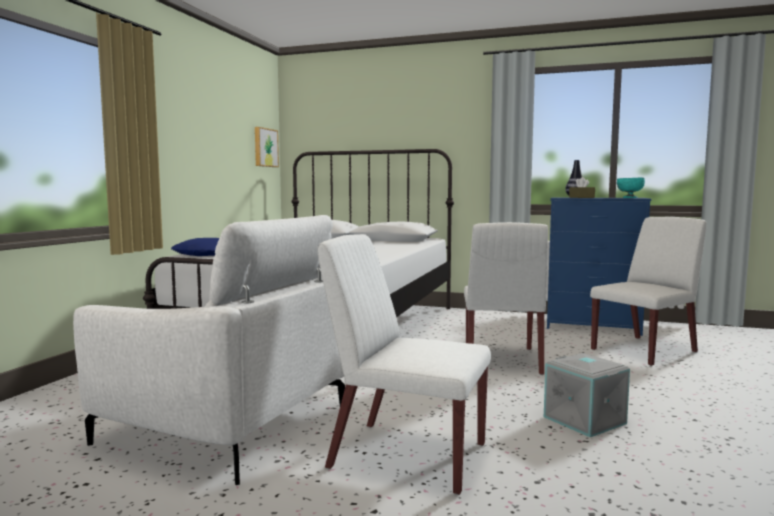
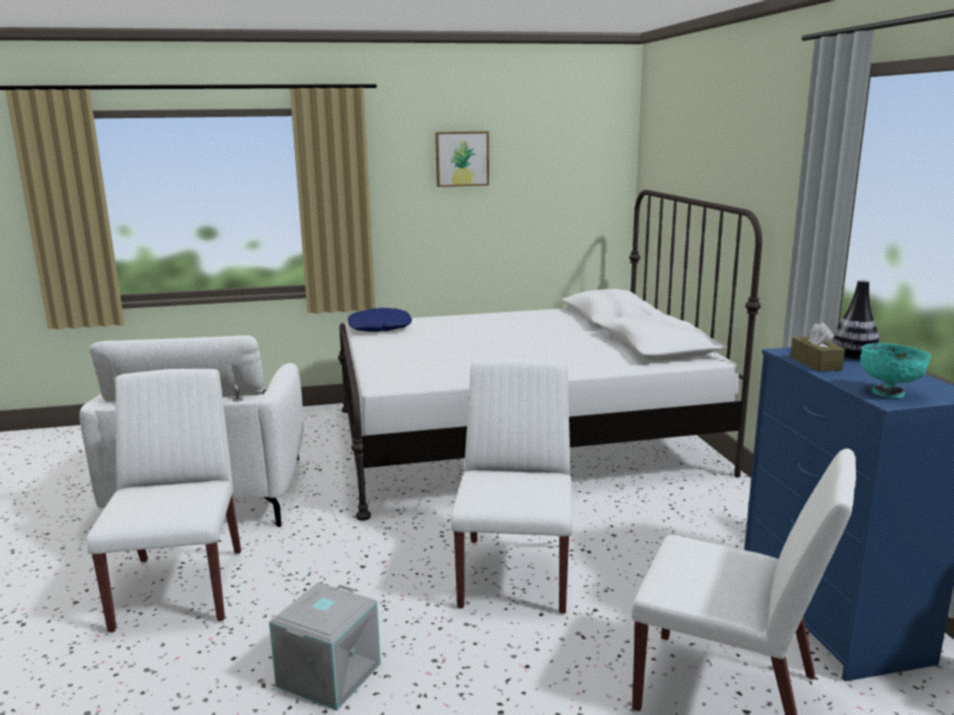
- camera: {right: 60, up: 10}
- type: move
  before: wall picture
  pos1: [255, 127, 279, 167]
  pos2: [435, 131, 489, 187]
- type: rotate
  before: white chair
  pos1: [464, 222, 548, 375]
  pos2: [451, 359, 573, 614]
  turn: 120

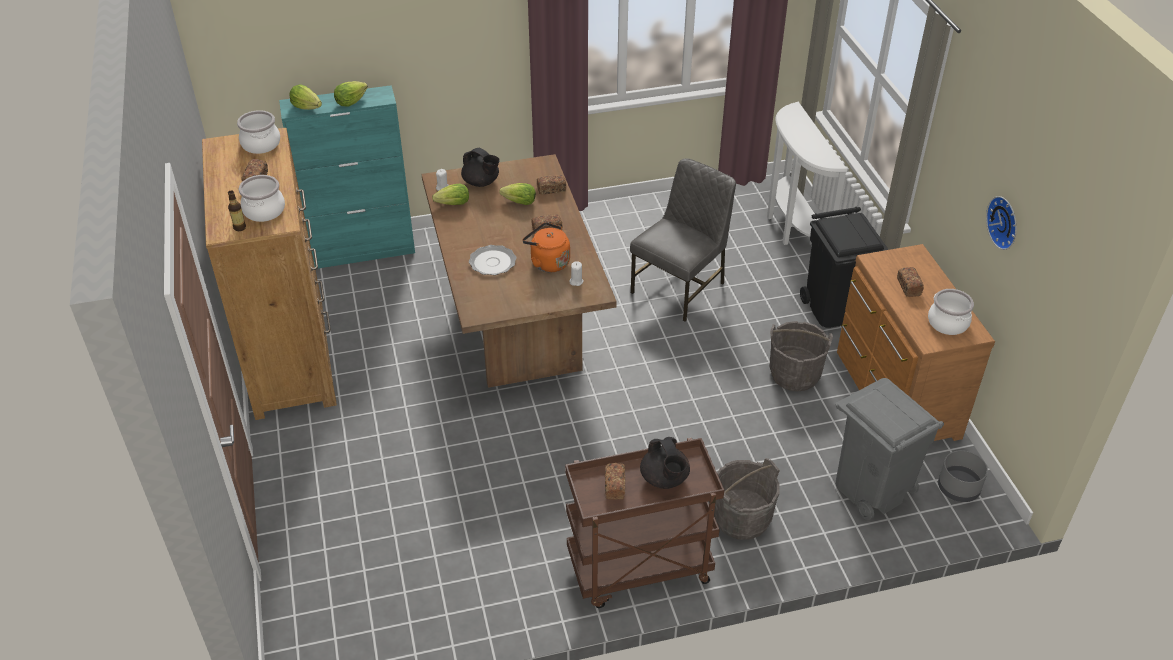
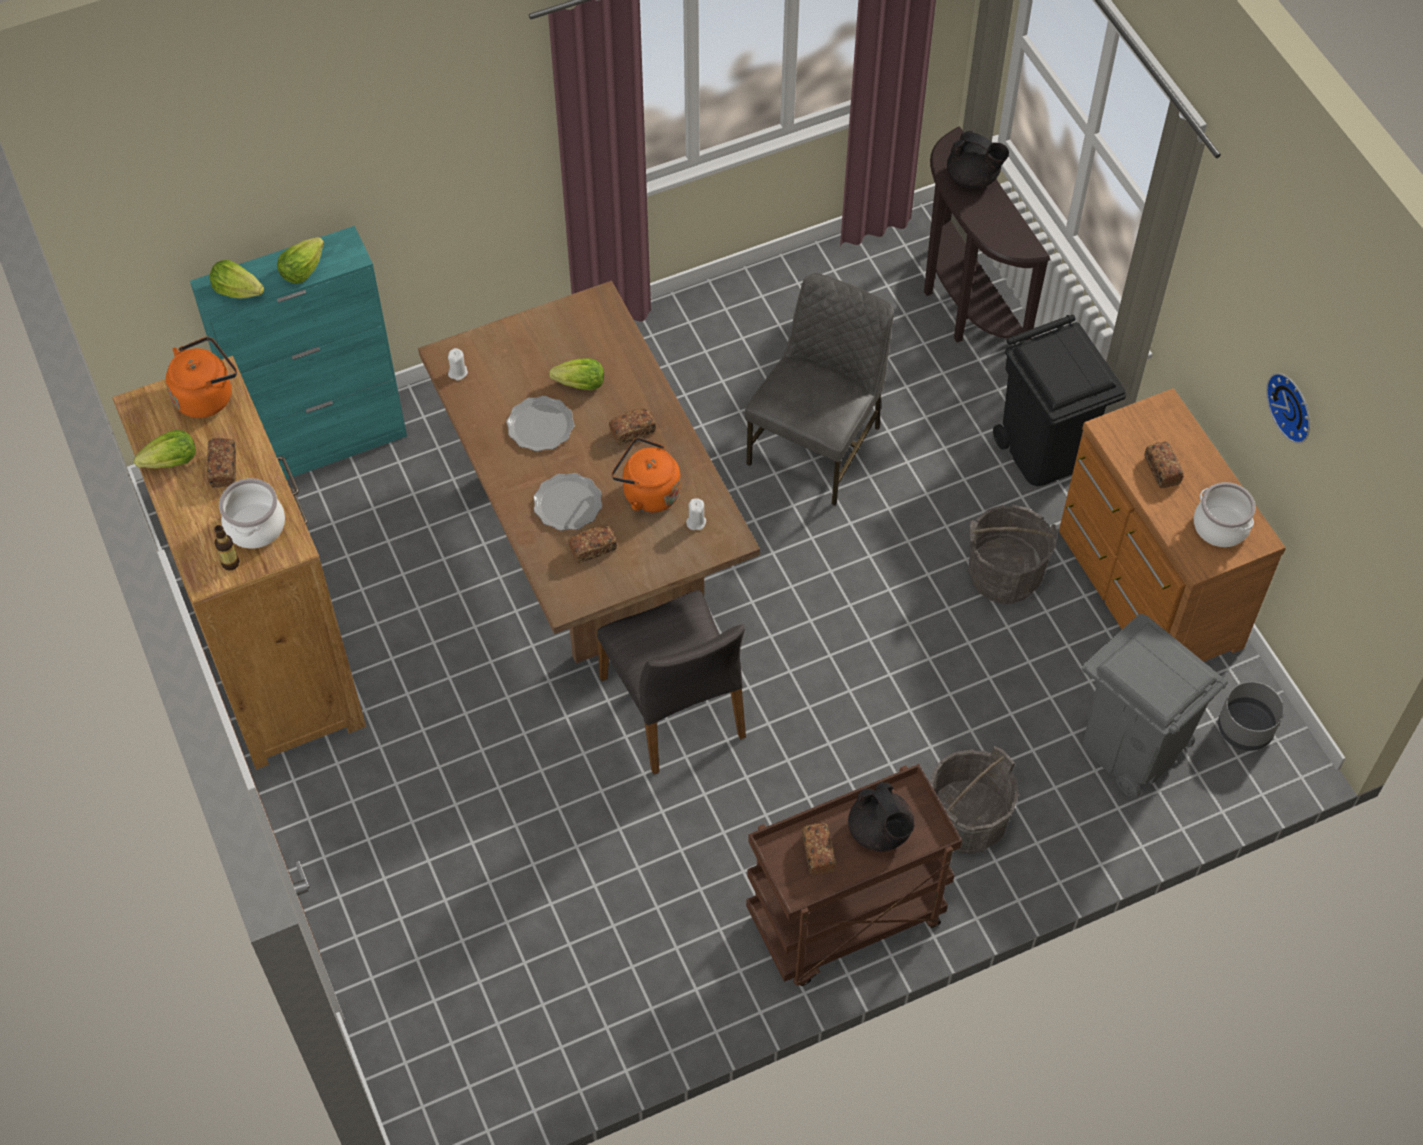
- camera: {right: -10, up: 15}
- type: replace
  before: saucepot
  after: orange tea kettle
  pos1: [237, 110, 280, 154]
  pos2: [166, 337, 237, 418]
- type: move
  before: lettuce head
  pos1: [432, 184, 469, 205]
  pos2: [134, 430, 196, 469]
- type: move
  before: black tea pot
  pos1: [461, 148, 500, 187]
  pos2: [947, 131, 1009, 189]
- type: move
  before: bread
  pos1: [537, 175, 566, 195]
  pos2: [568, 525, 617, 563]
- type: recolor
  before: white narrow table
  after: brownish narrow table
  pos1: [767, 102, 847, 245]
  pos2: [924, 127, 1050, 342]
- type: insert
  after: dinner plate
  pos2: [506, 396, 575, 452]
- type: insert
  after: greyish chair
  pos2: [597, 590, 746, 775]

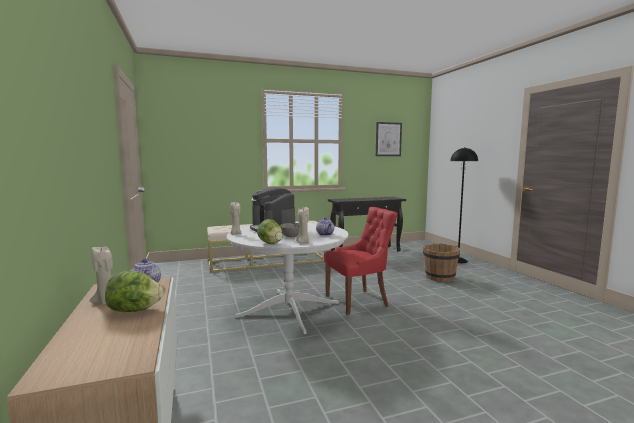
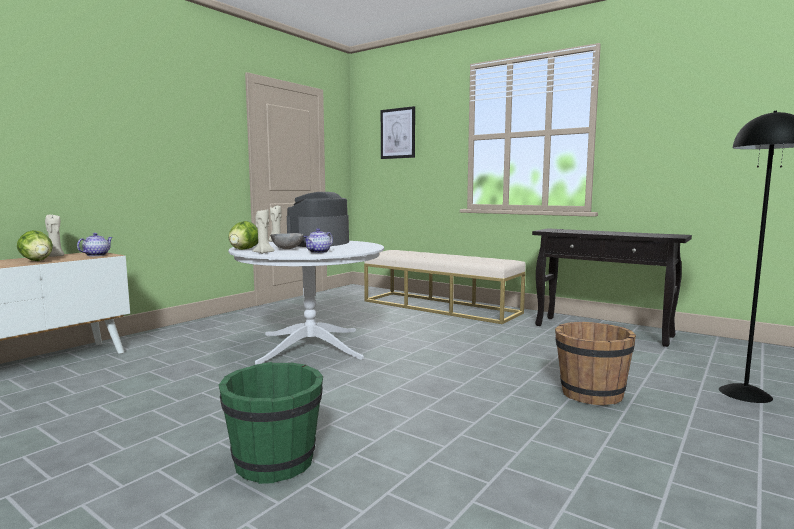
- camera: {right: 55, up: 0}
- type: delete
  before: reddish chair
  pos1: [324, 207, 398, 315]
- type: move
  before: wall picture
  pos1: [376, 122, 402, 156]
  pos2: [381, 106, 415, 159]
- type: insert
  after: green pail
  pos2: [219, 362, 323, 484]

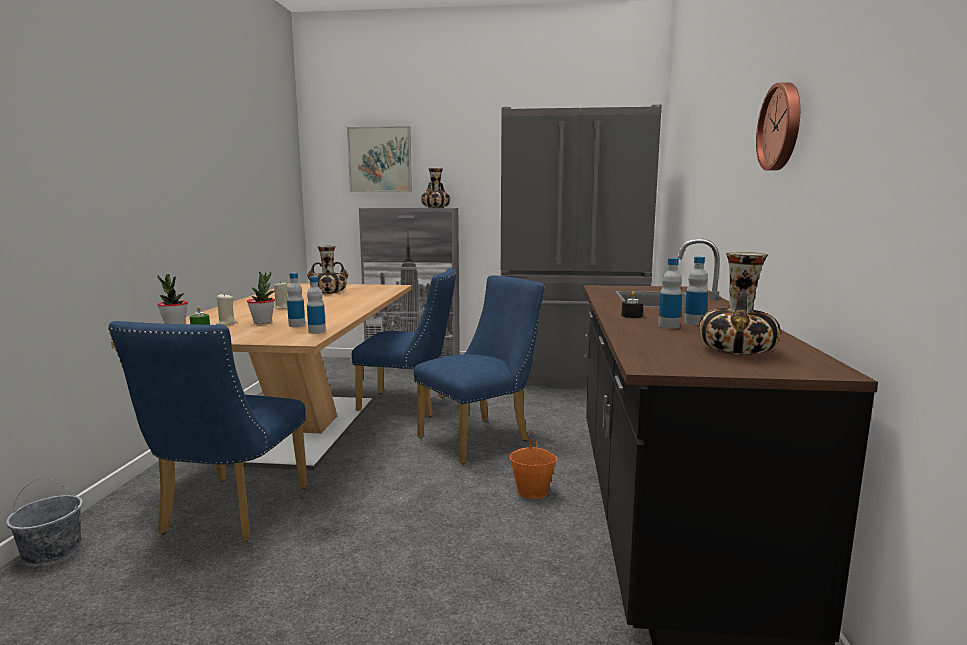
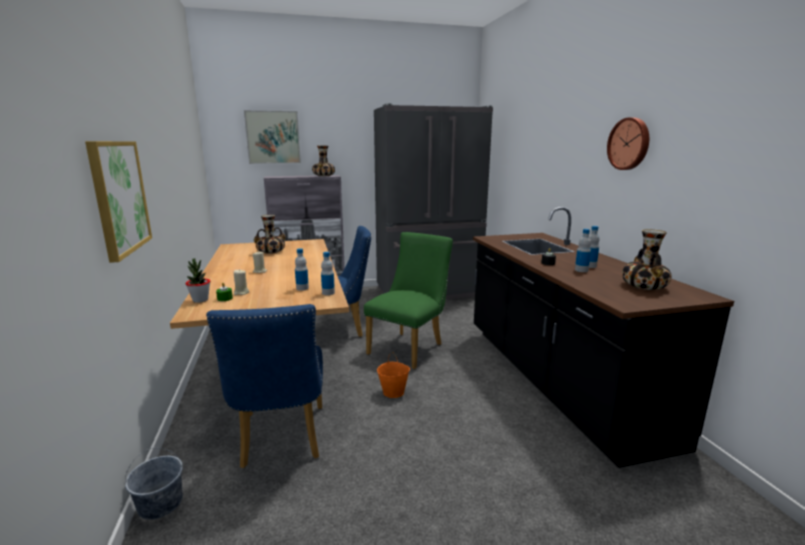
- camera: {right: -20, up: 5}
- type: delete
  before: potted plant
  pos1: [247, 272, 275, 324]
- type: recolor
  before: bluish chair
  after: green chair
  pos1: [414, 275, 545, 464]
  pos2: [364, 232, 453, 369]
- type: move
  before: orange pail
  pos1: [510, 431, 558, 499]
  pos2: [377, 352, 410, 398]
- type: insert
  after: wall picture
  pos2: [85, 141, 152, 263]

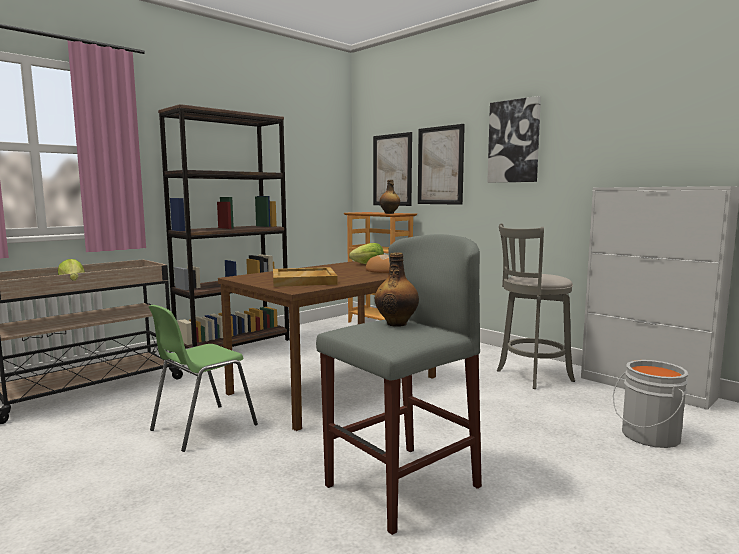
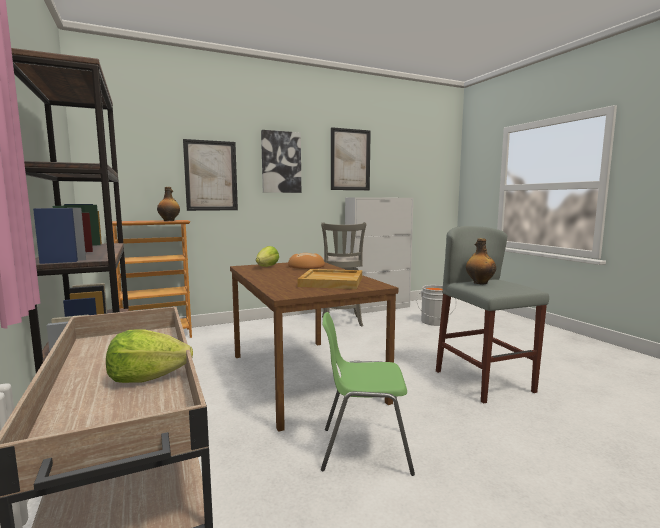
- camera: {right: -70, up: 0}
- type: rotate
  before: green chair
  pos1: [149, 305, 258, 452]
  pos2: [321, 312, 415, 476]
  turn: 120
- type: move
  before: wall picture
  pos1: [373, 132, 412, 206]
  pos2: [331, 127, 371, 190]

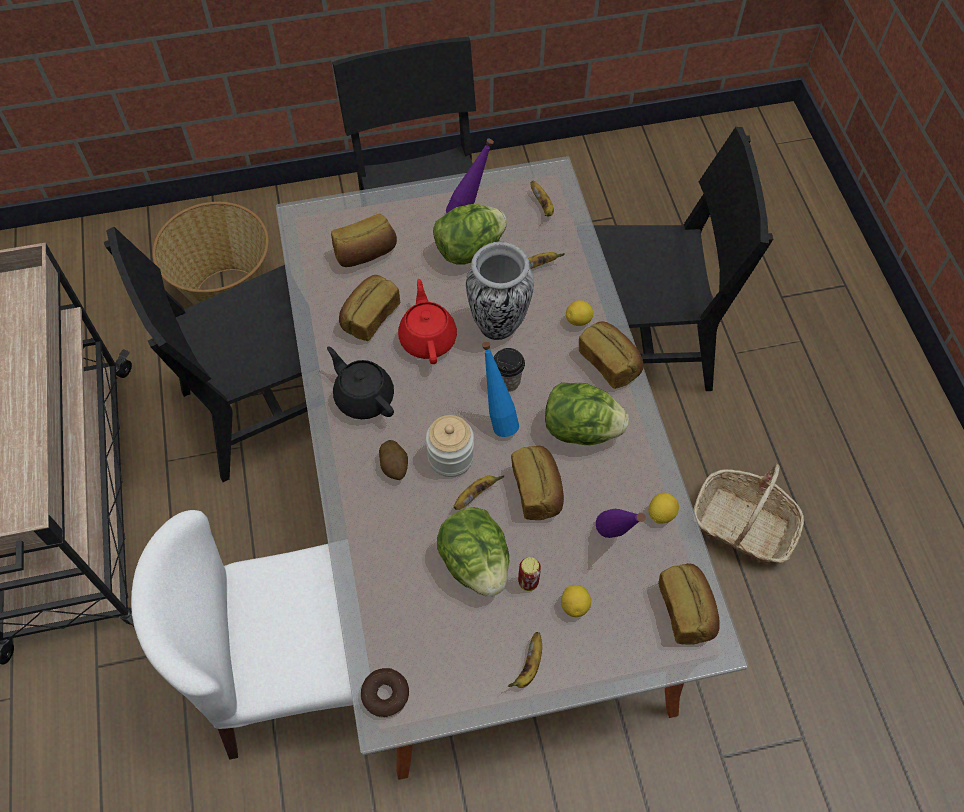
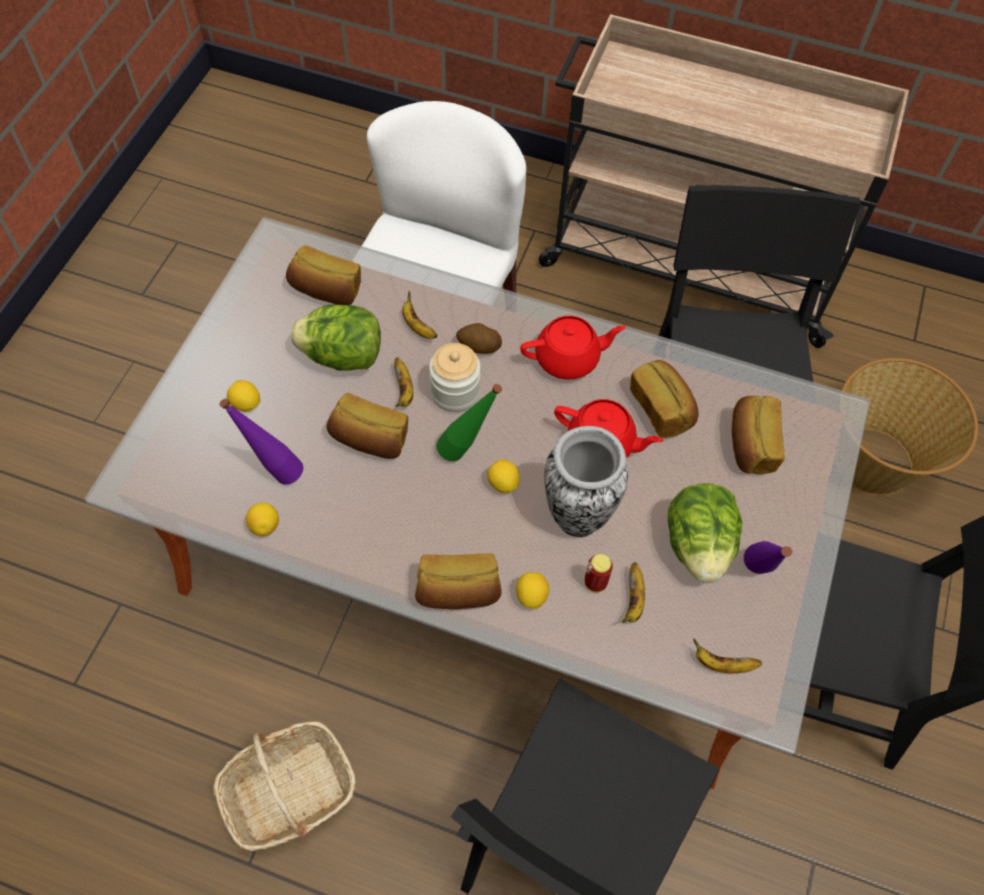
- camera: {right: 120, up: 0}
- type: recolor
  before: black tea pot
  after: reddish tea pot
  pos1: [327, 346, 394, 419]
  pos2: [520, 316, 626, 380]
- type: delete
  before: donut
  pos1: [361, 668, 409, 718]
- type: recolor
  before: bluish drink bottle
  after: green drink bottle
  pos1: [482, 342, 519, 437]
  pos2: [436, 384, 502, 461]
- type: replace
  before: drinking cup
  after: whole lemon
  pos1: [494, 348, 525, 391]
  pos2: [487, 459, 520, 493]
- type: move
  before: whole banana
  pos1: [508, 632, 542, 688]
  pos2: [403, 291, 438, 339]
- type: move
  before: metal can
  pos1: [518, 557, 541, 591]
  pos2: [584, 554, 613, 592]
- type: delete
  before: lettuce head
  pos1: [545, 382, 629, 445]
- type: move
  before: bread
  pos1: [658, 563, 720, 645]
  pos2: [286, 245, 361, 305]

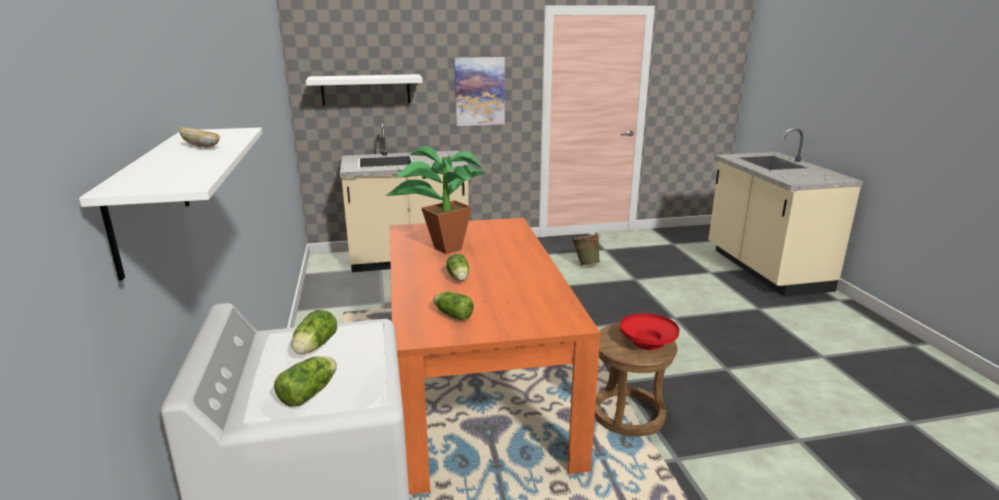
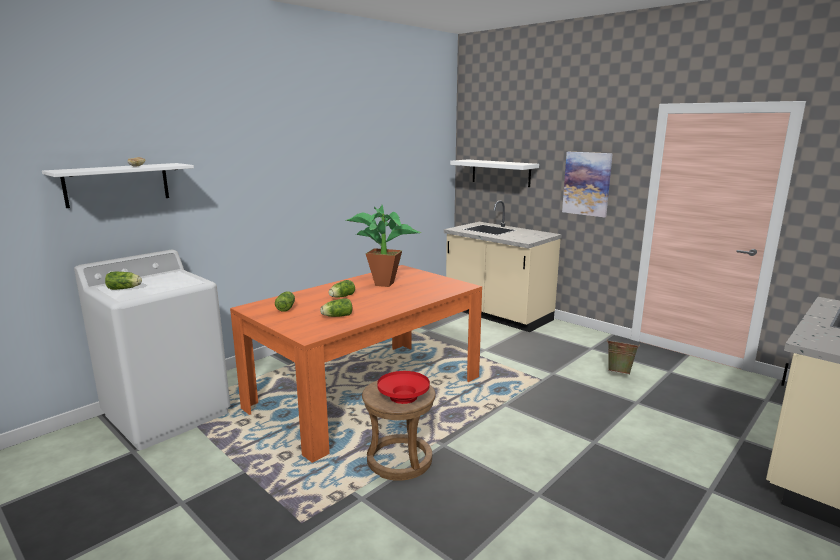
- camera: {right: 55, up: -5}
- type: move
  before: lettuce head
  pos1: [291, 310, 337, 354]
  pos2: [320, 298, 352, 317]

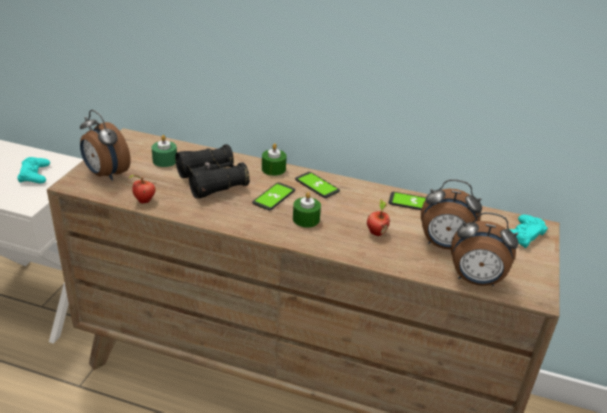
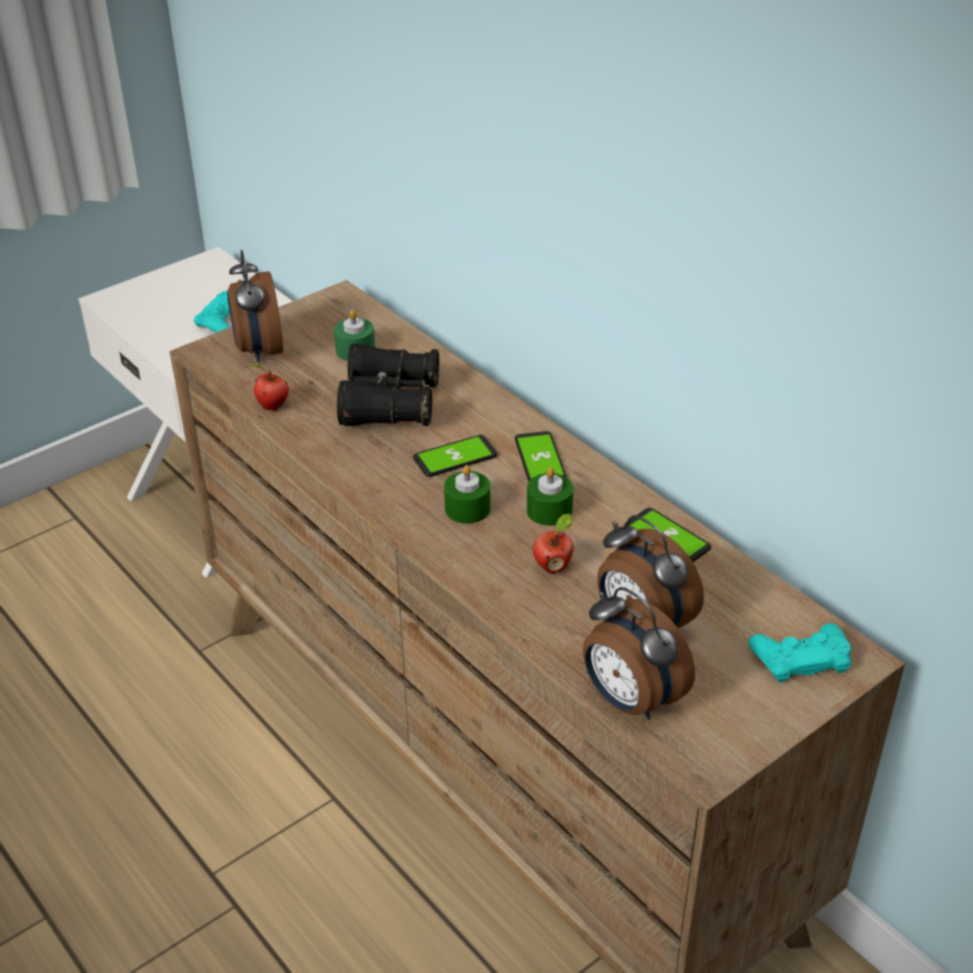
- camera: {right: 35, up: 5}
- type: move
  before: green wax candle
  pos1: [262, 143, 287, 176]
  pos2: [527, 467, 573, 526]

